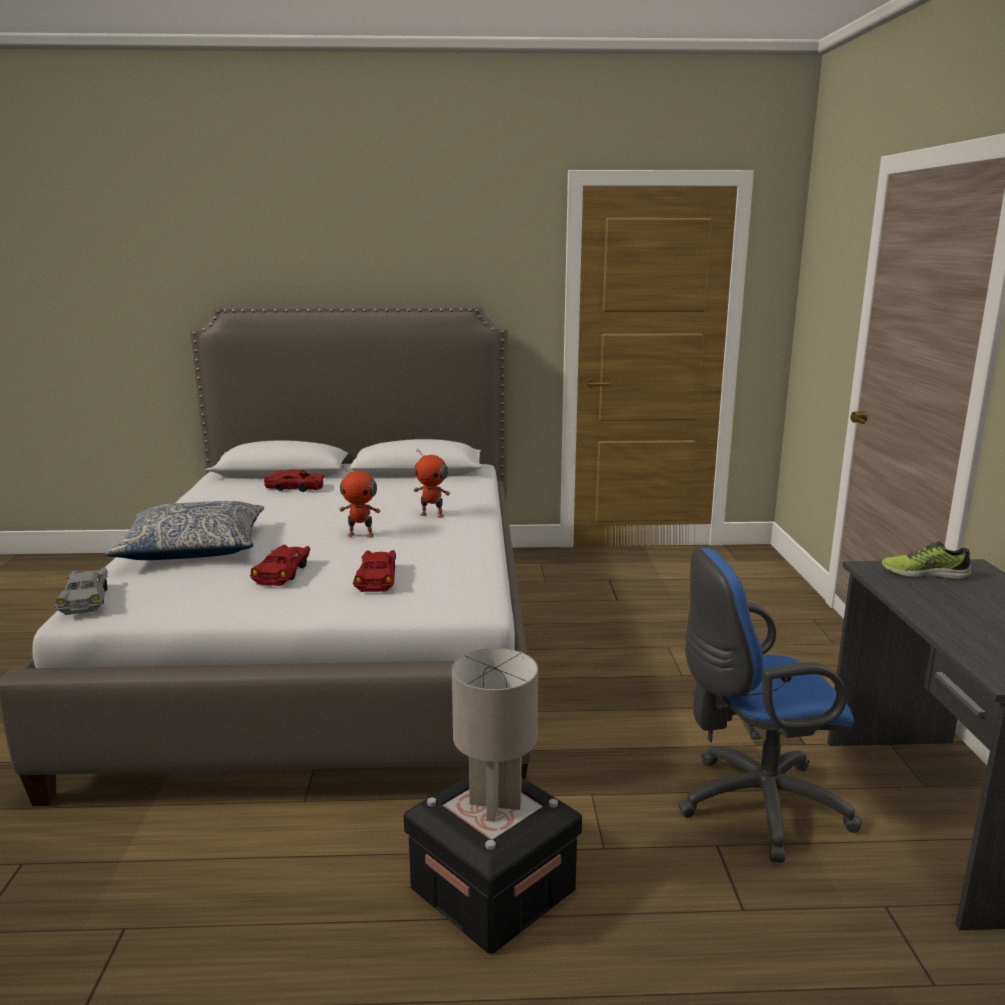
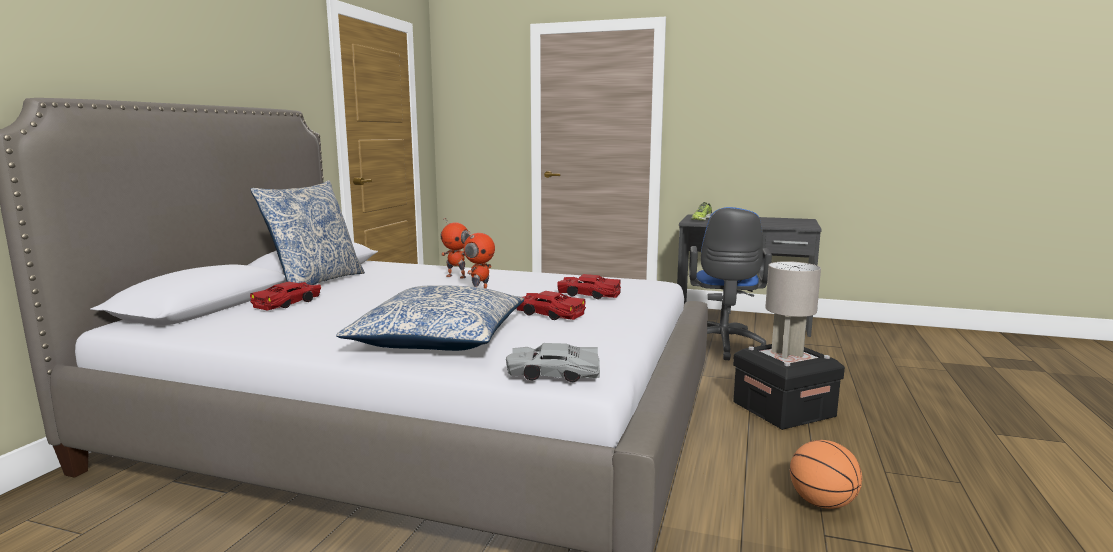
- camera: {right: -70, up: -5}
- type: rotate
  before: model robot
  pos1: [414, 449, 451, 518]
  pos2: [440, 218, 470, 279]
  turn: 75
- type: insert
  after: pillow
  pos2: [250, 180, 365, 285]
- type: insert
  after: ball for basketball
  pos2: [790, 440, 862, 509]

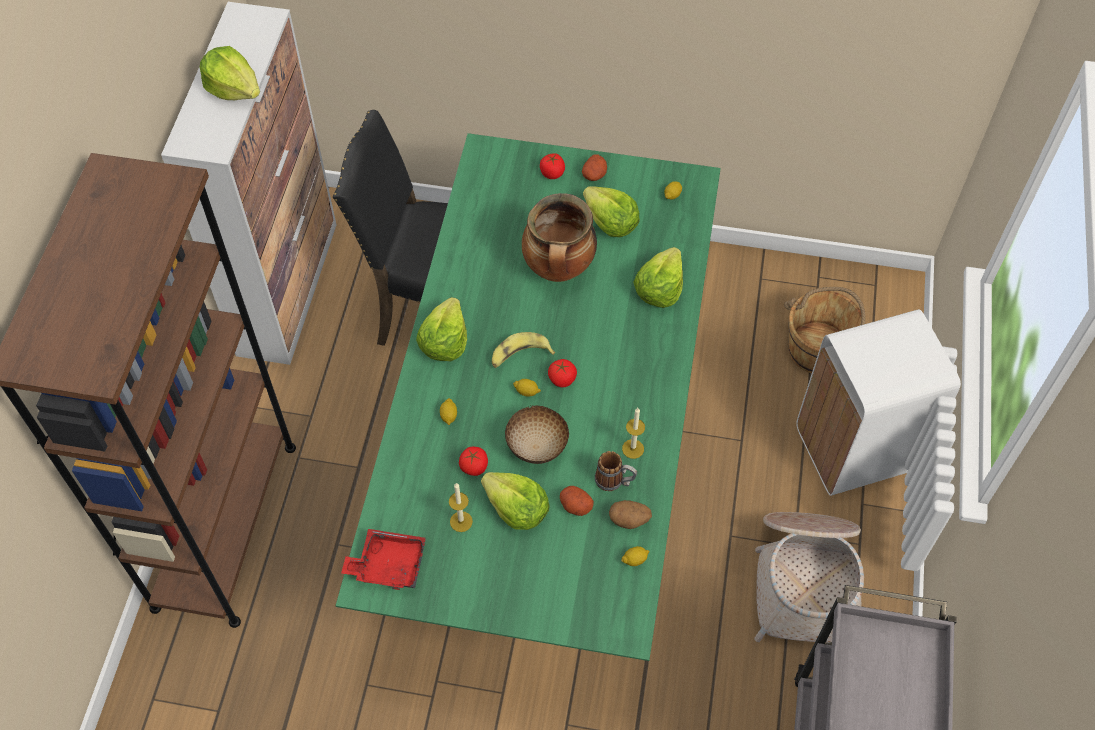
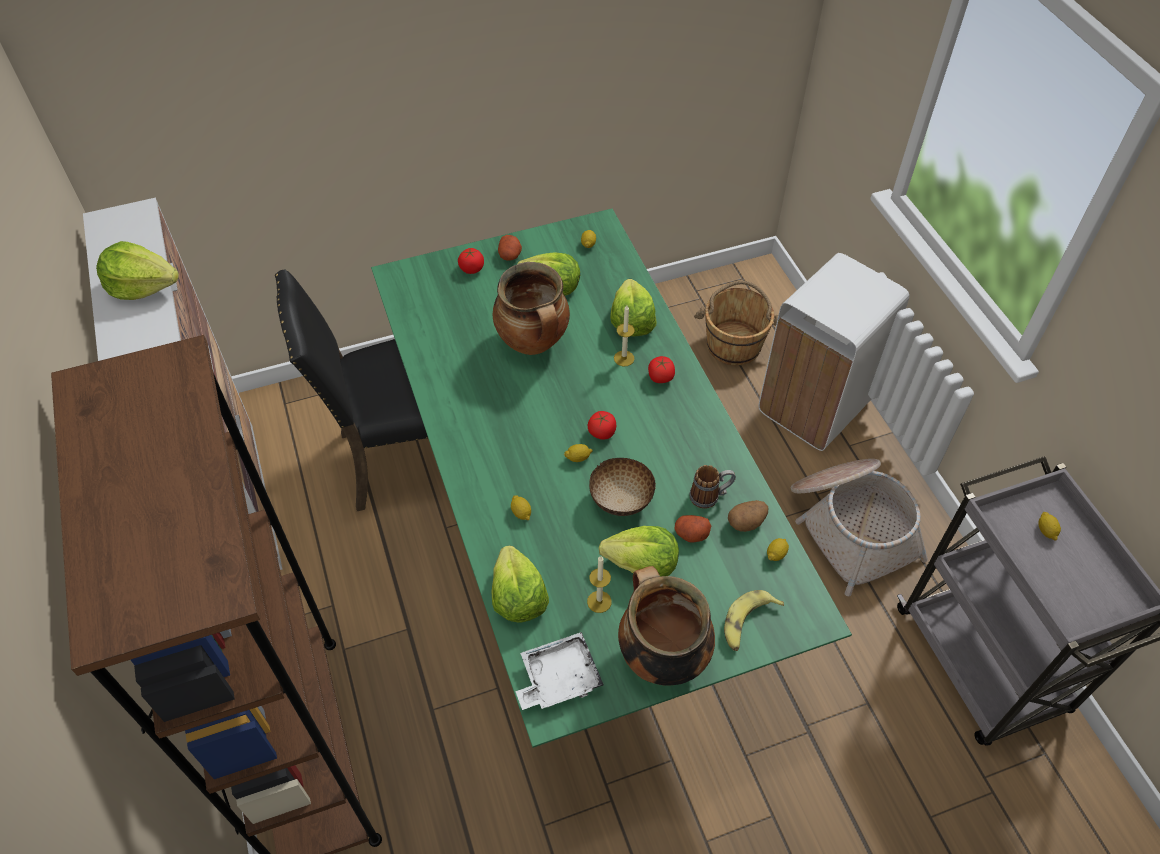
- camera: {right: -30, up: -5}
- type: recolor
  before: reddish serving tray
  after: white serving tray
  pos1: [341, 529, 426, 590]
  pos2: [516, 632, 604, 710]
- type: move
  before: lettuce head
  pos1: [416, 297, 467, 361]
  pos2: [492, 545, 549, 623]
- type: move
  before: whole tomato
  pos1: [459, 447, 488, 476]
  pos2: [648, 356, 675, 383]
- type: move
  before: whole banana
  pos1: [492, 332, 555, 368]
  pos2: [724, 590, 784, 651]
- type: move
  before: wax candle
  pos1: [622, 408, 645, 459]
  pos2: [614, 305, 635, 366]
- type: insert
  after: saucepot
  pos2: [618, 566, 715, 686]
- type: insert
  after: whole lemon
  pos2: [1038, 512, 1061, 541]

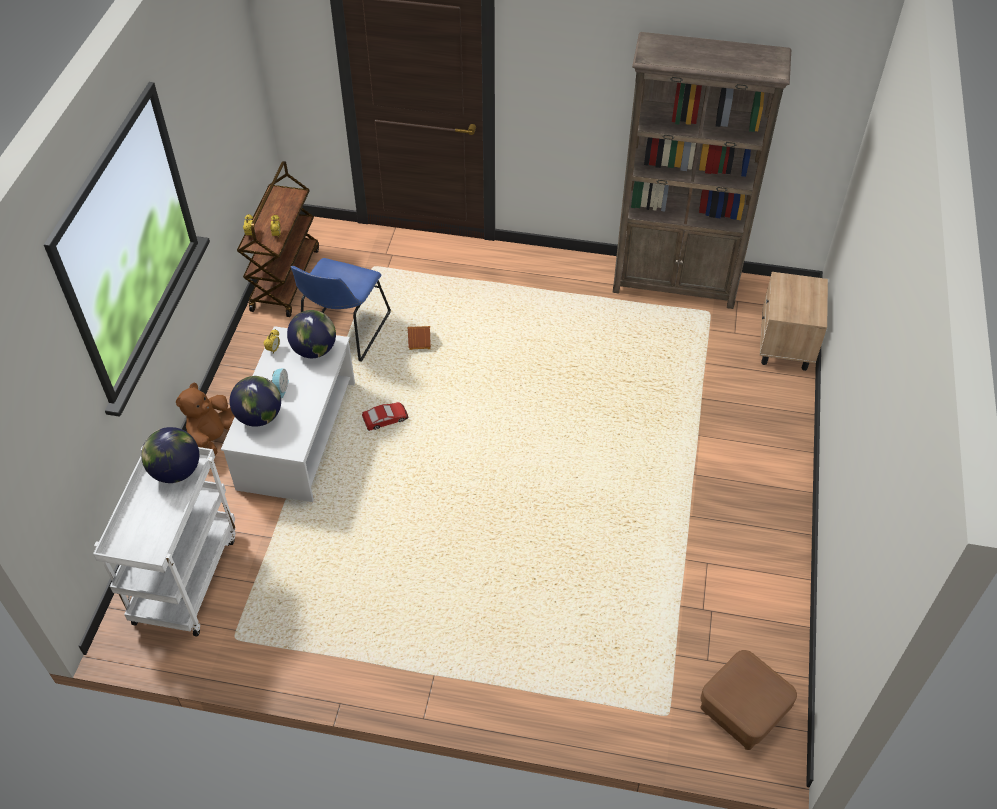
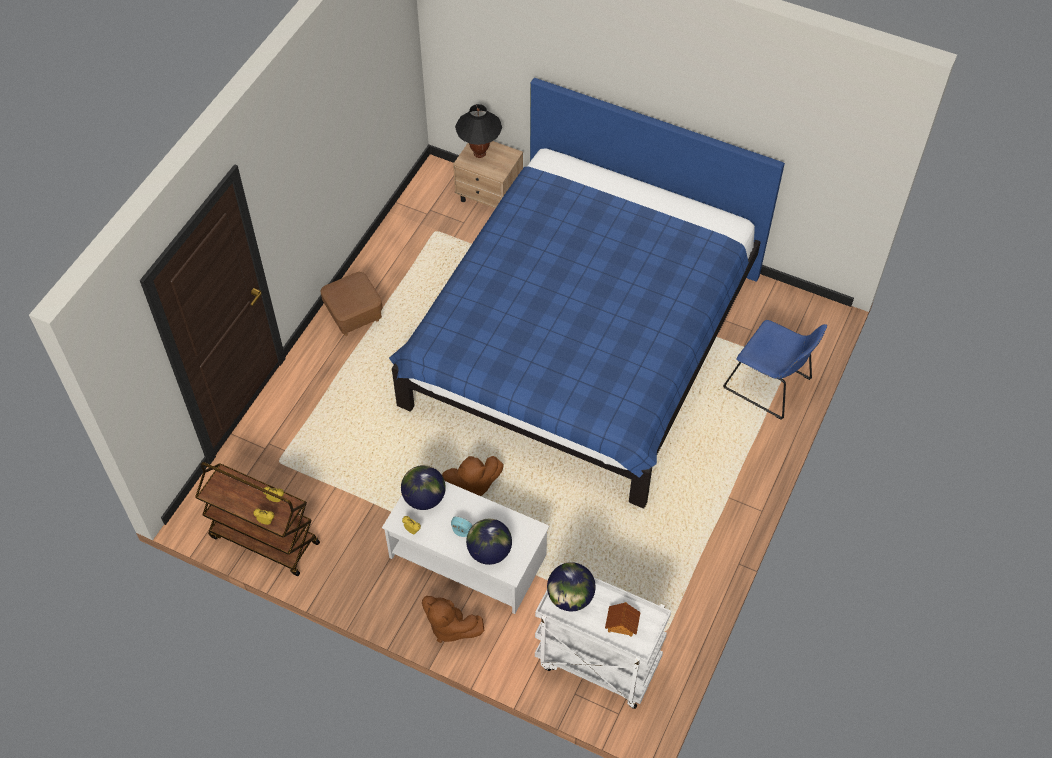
- camera: {right: -75, up: 5}
- type: move
  before: bluish chair
  pos1: [291, 258, 391, 362]
  pos2: [723, 320, 827, 420]
- type: replace
  before: miniature car
  after: brownish soft toy
  pos1: [362, 402, 409, 431]
  pos2: [442, 456, 504, 496]
- type: move
  before: miniature house
  pos1: [407, 326, 431, 350]
  pos2: [605, 602, 641, 637]
- type: delete
  before: brownish bookcase
  pos1: [613, 32, 791, 309]
- type: move
  before: brownish ottoman
  pos1: [700, 650, 797, 750]
  pos2: [321, 272, 382, 336]
- type: insert
  after: bluish bed
  pos2: [389, 78, 785, 508]
- type: insert
  after: black lamp for a table
  pos2: [455, 104, 502, 158]

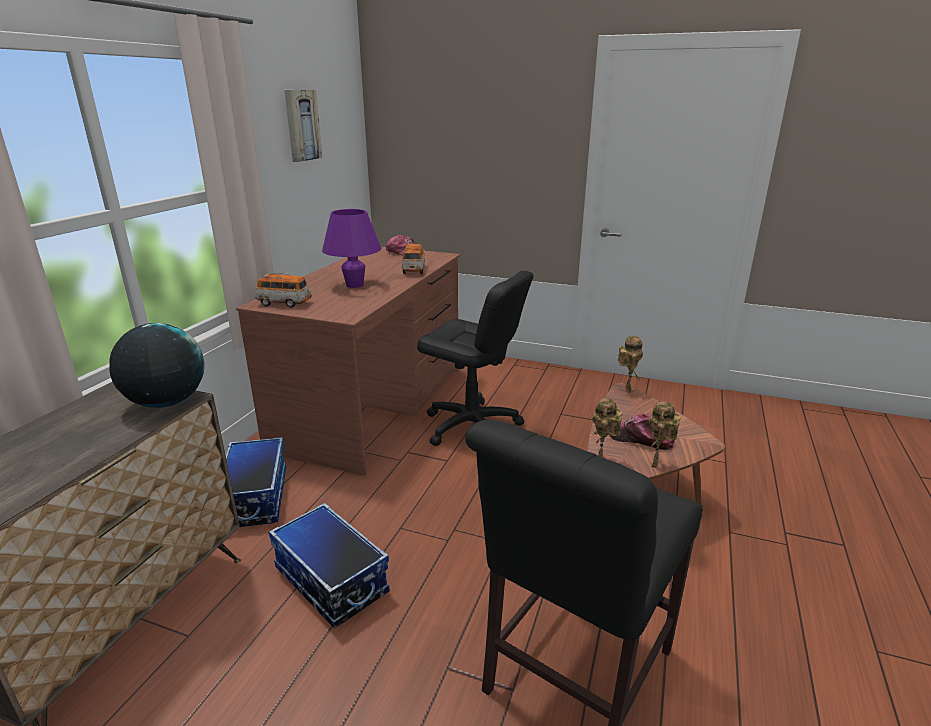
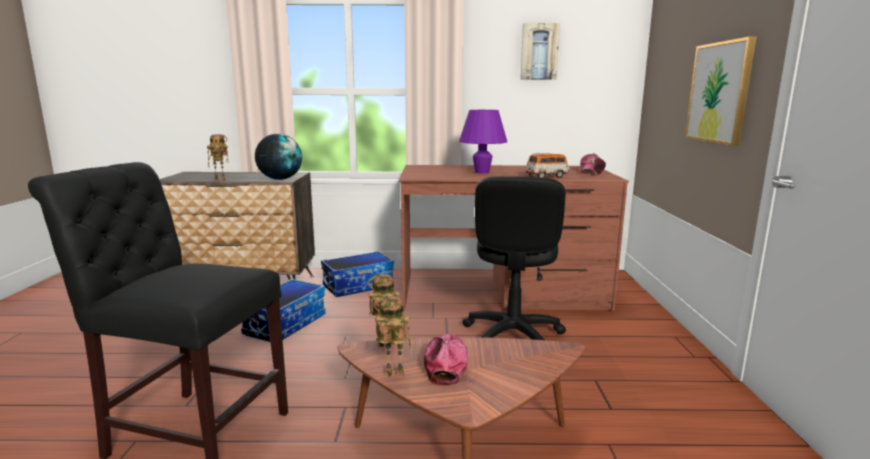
- camera: {right: 70, up: -10}
- type: delete
  before: miniature car
  pos1: [255, 272, 312, 308]
- type: move
  before: model robot
  pos1: [618, 336, 643, 393]
  pos2: [207, 134, 229, 181]
- type: insert
  after: wall picture
  pos2: [685, 36, 757, 146]

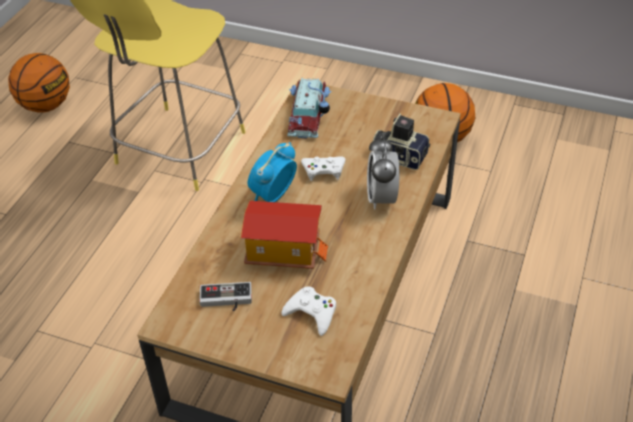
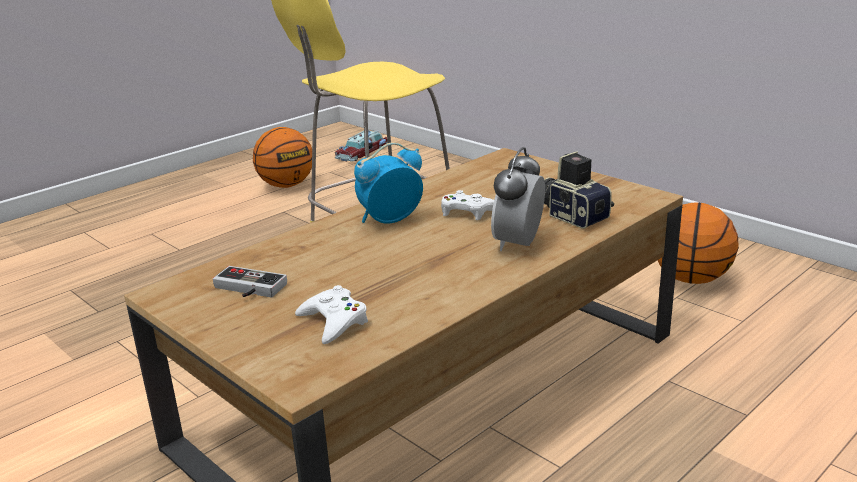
- camera: {right: 25, up: -20}
- type: delete
  before: miniature house
  pos1: [241, 201, 328, 269]
- type: move
  before: miniature car
  pos1: [287, 78, 331, 138]
  pos2: [335, 129, 388, 162]

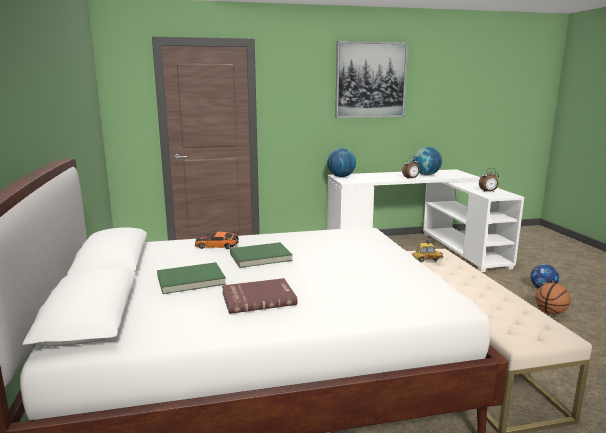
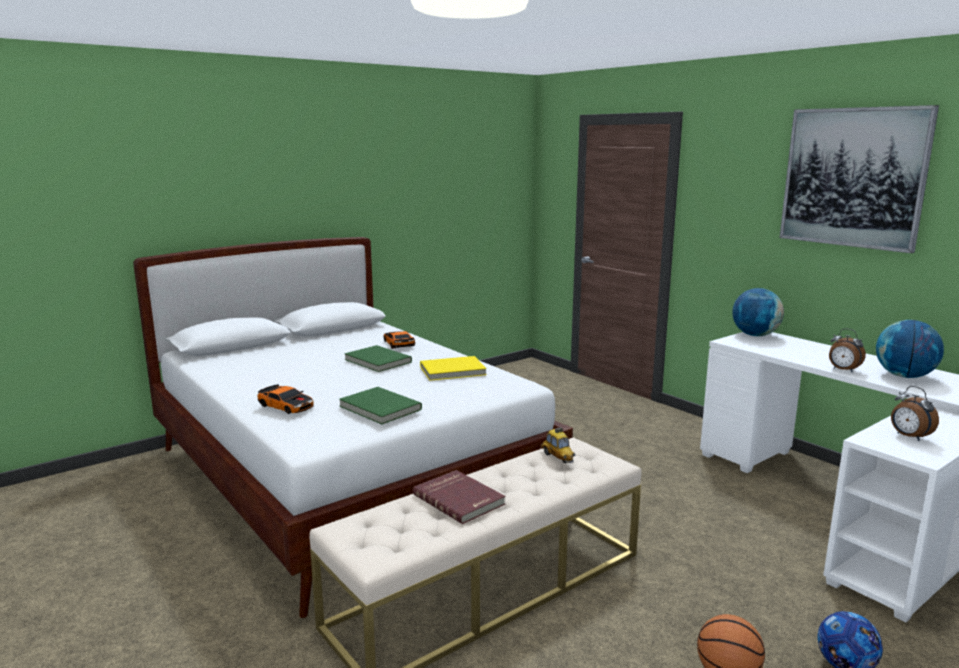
- camera: {right: 65, up: 0}
- type: move
  before: green volume
  pos1: [157, 262, 226, 294]
  pos2: [339, 387, 422, 424]
- type: move
  before: reddish volume
  pos1: [222, 278, 298, 314]
  pos2: [413, 470, 506, 524]
- type: insert
  after: miniature car
  pos2: [257, 384, 314, 414]
- type: insert
  after: yellow volume
  pos2: [420, 356, 487, 381]

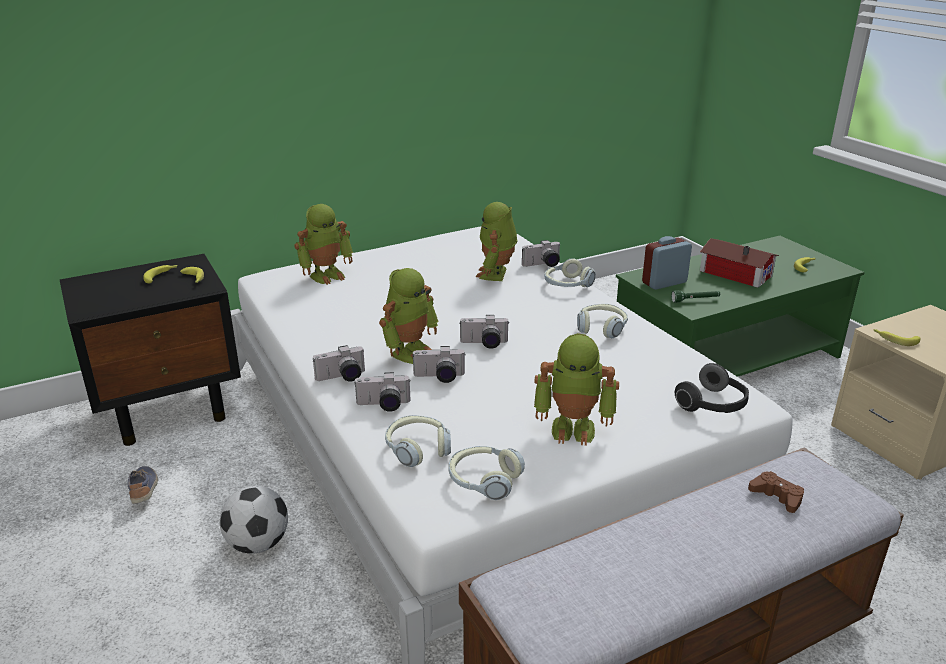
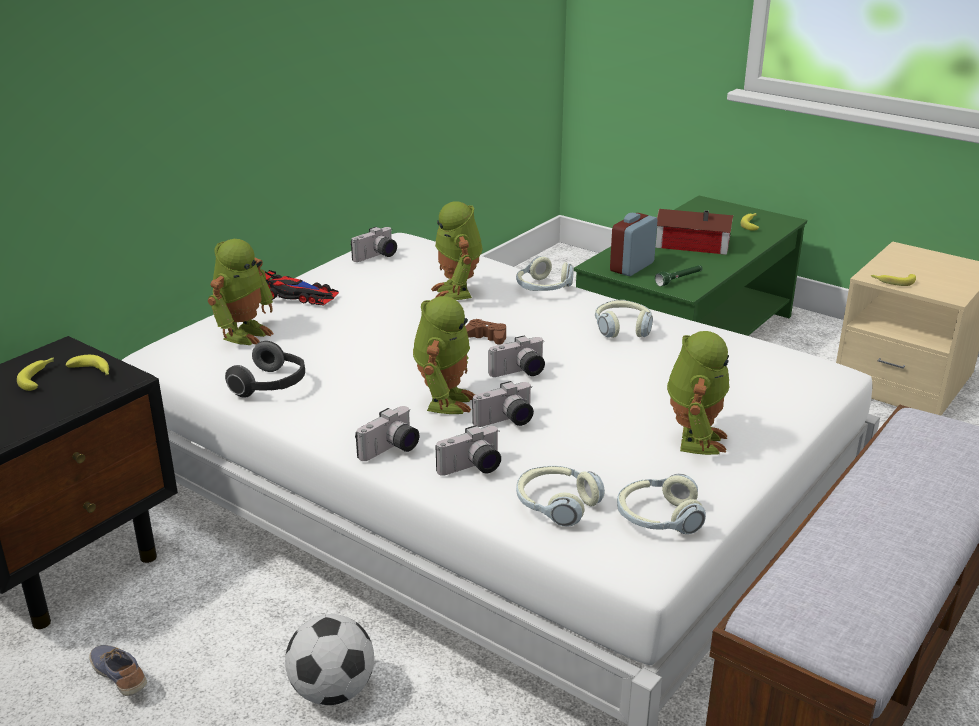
- camera: {right: -25, up: 0}
- type: move
  before: still camera
  pos1: [522, 240, 561, 267]
  pos2: [351, 227, 397, 262]
- type: rotate
  before: model robot
  pos1: [534, 333, 619, 446]
  pos2: [667, 331, 729, 455]
  turn: -60
- type: move
  before: pair of headphones
  pos1: [675, 363, 749, 413]
  pos2: [225, 341, 305, 398]
- type: move
  before: brownish joypad
  pos1: [748, 471, 804, 513]
  pos2: [465, 319, 506, 345]
- type: insert
  after: miniature car
  pos2: [265, 270, 339, 306]

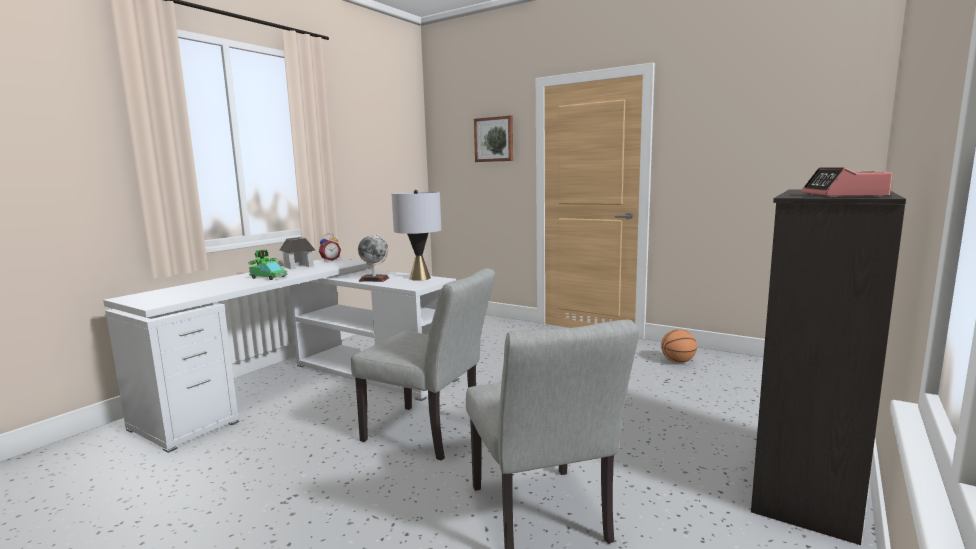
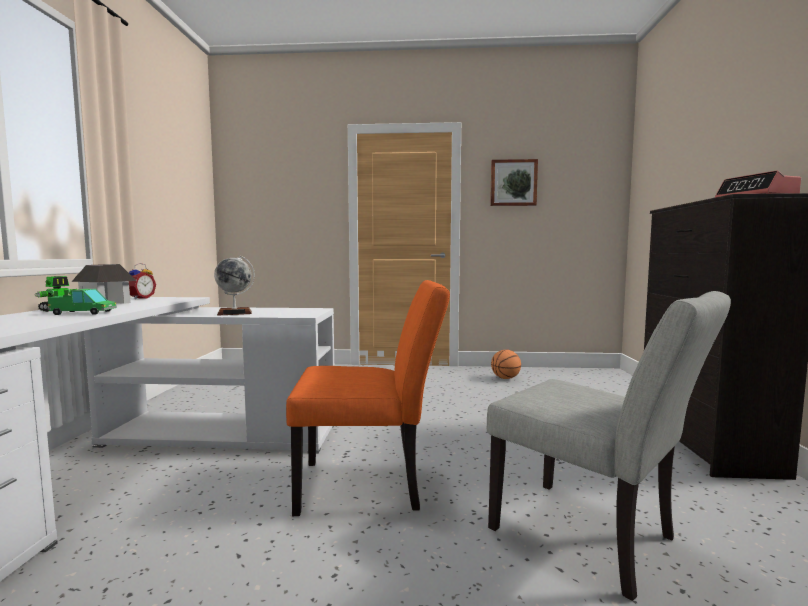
- camera: {right: -30, up: -5}
- type: recolor
  before: greyish chair
  after: orange chair
  pos1: [351, 268, 495, 461]
  pos2: [286, 280, 450, 516]
- type: delete
  before: greyish lamp for a table
  pos1: [391, 190, 441, 281]
- type: move
  before: wall picture
  pos1: [474, 115, 513, 162]
  pos2: [490, 159, 538, 206]

